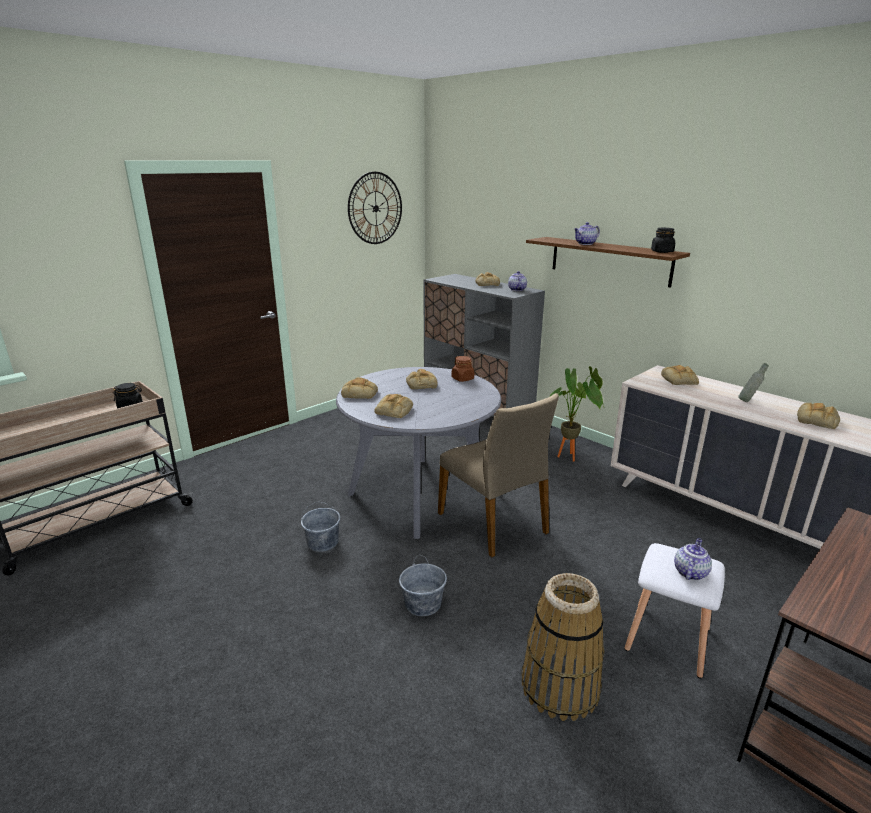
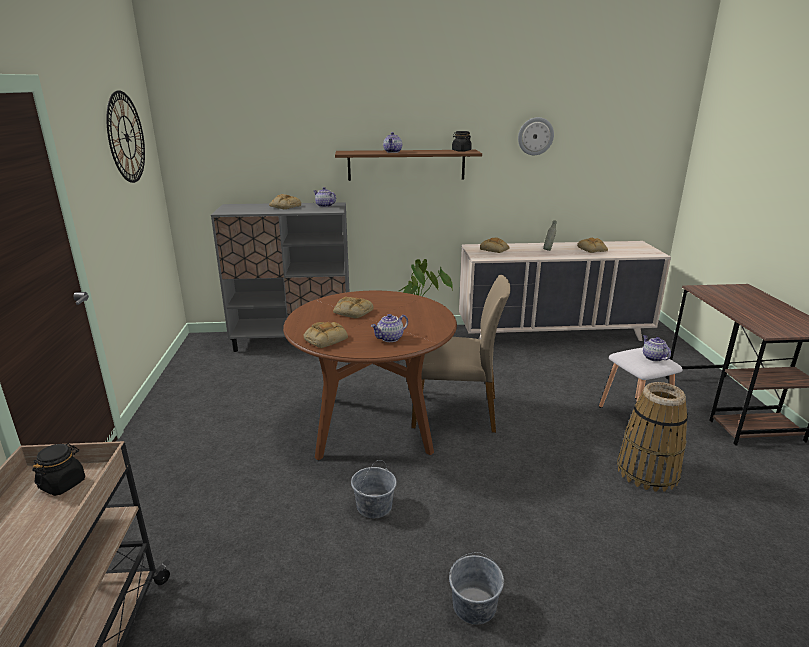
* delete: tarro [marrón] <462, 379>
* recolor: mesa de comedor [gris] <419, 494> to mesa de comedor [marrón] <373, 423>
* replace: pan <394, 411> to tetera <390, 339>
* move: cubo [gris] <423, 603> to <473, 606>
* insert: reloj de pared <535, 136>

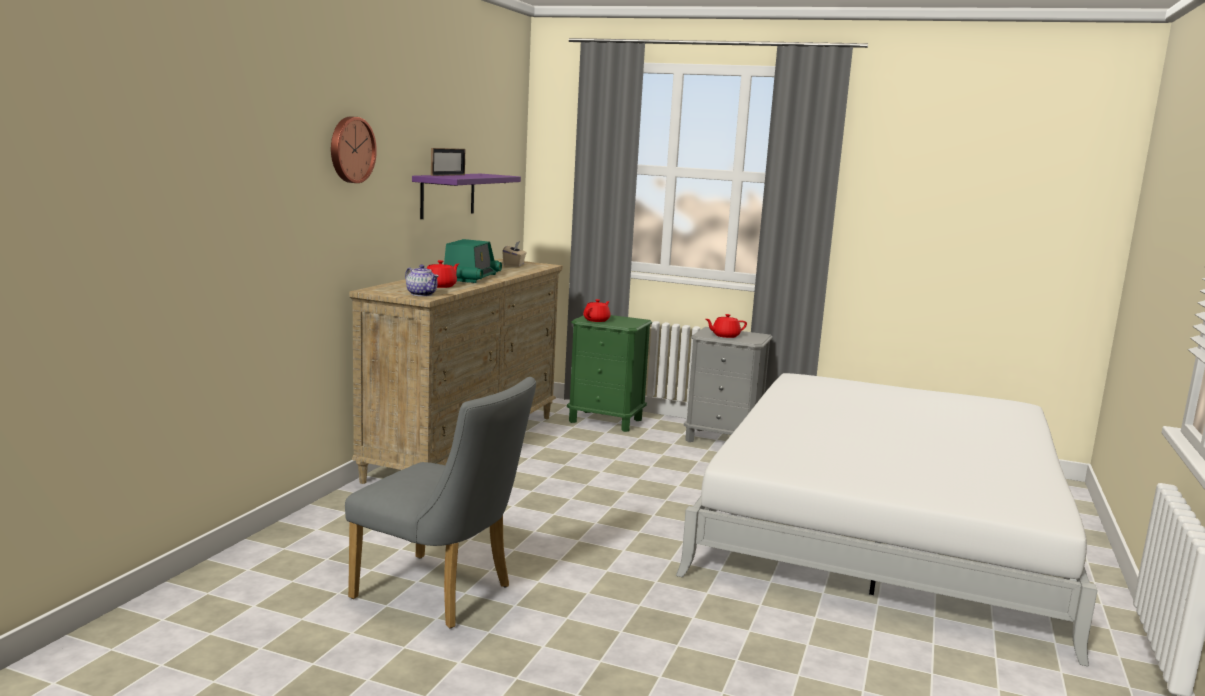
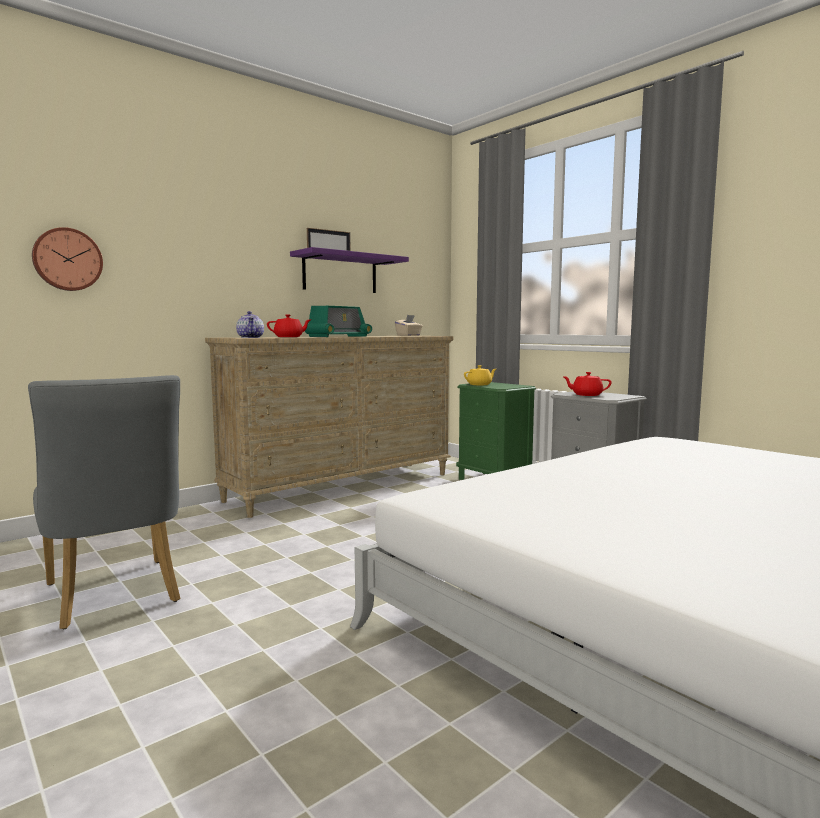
* move: reloj de pared <350, 149> to <67, 259>
* recolor: tetera [rojo] <597, 320> to tetera [amarillo] <480, 384>

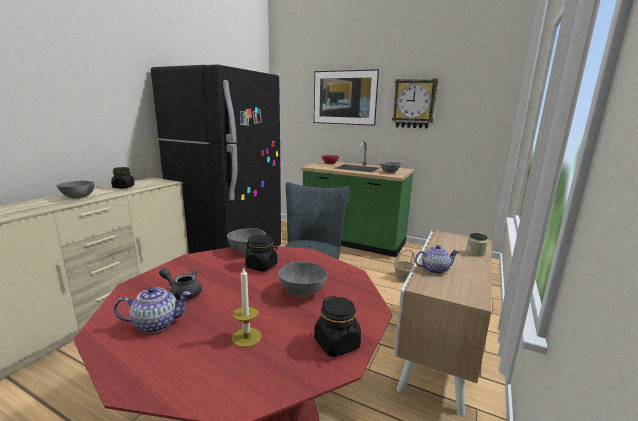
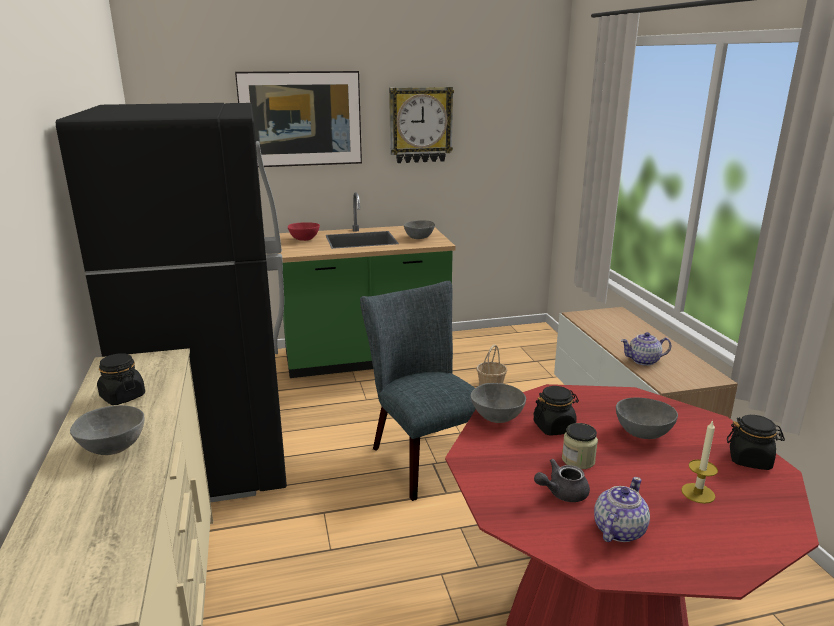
* move: tarro <475, 253> to <578, 460>
* rotate: tetera <434, 269> = <644, 361> 135 degrees counterclockwise

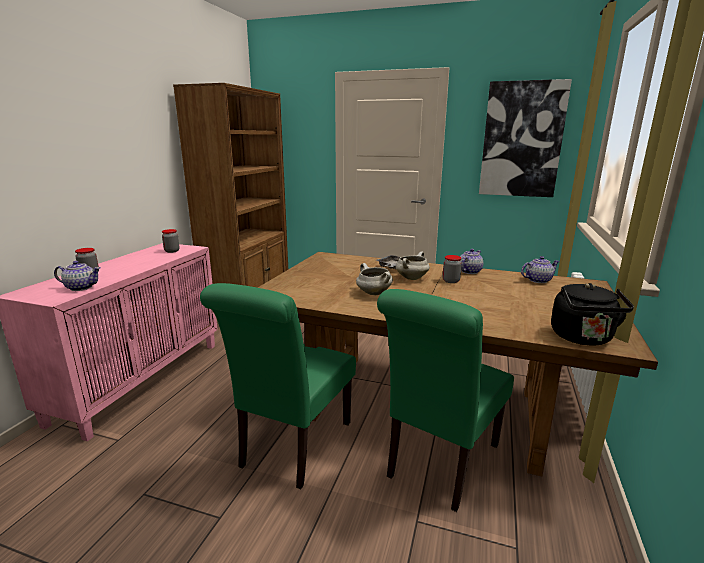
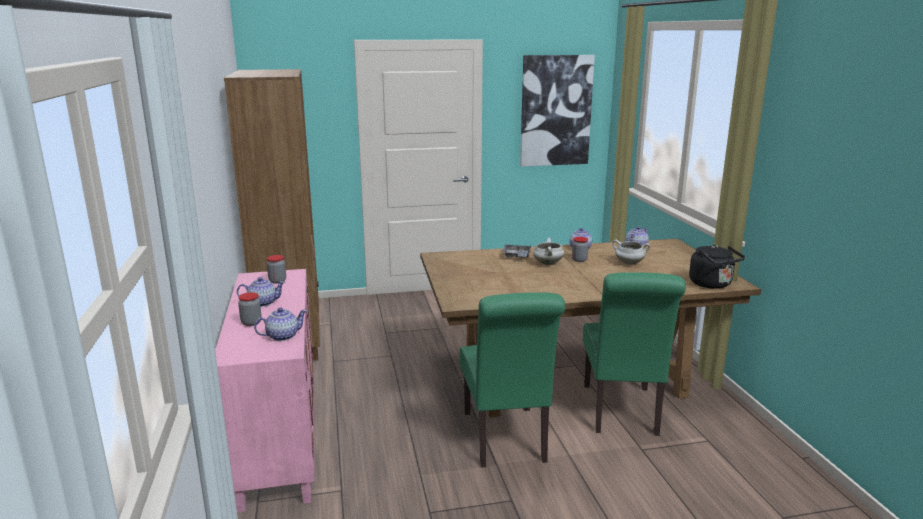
* move: olla [blanco] <373, 293> to <629, 263>
* insert: tetera <262, 303>

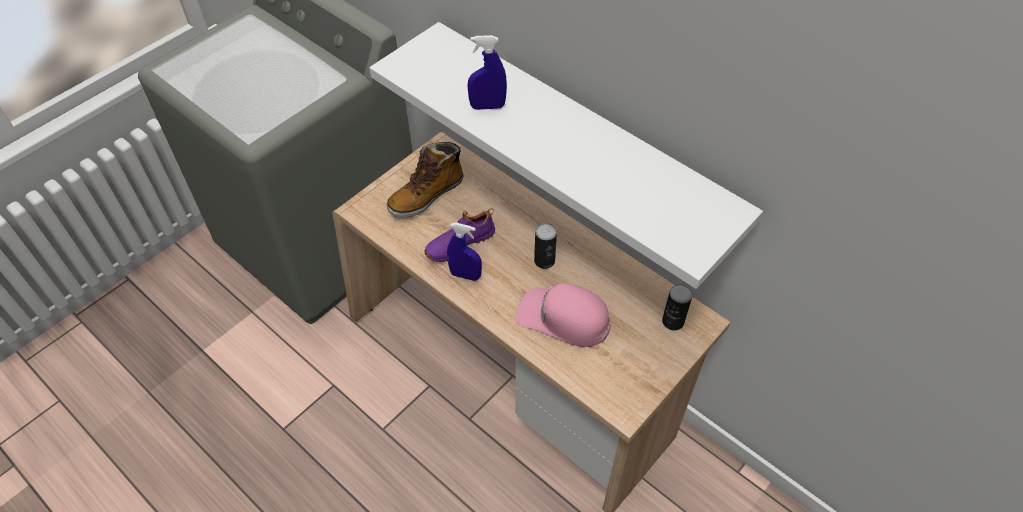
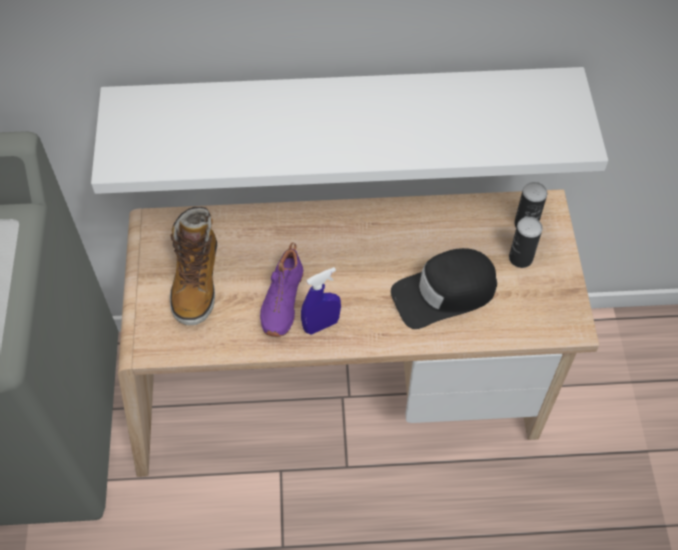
* delete: pulverizador [azul] <487, 106>
* move: lata <544, 260> to <520, 258>
* recolor: gorra [rosa] <563, 319> to gorra [negro] <444, 293>

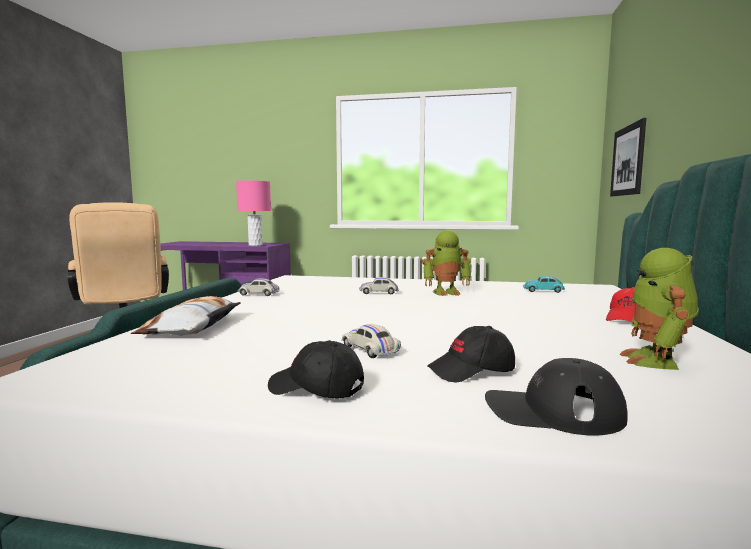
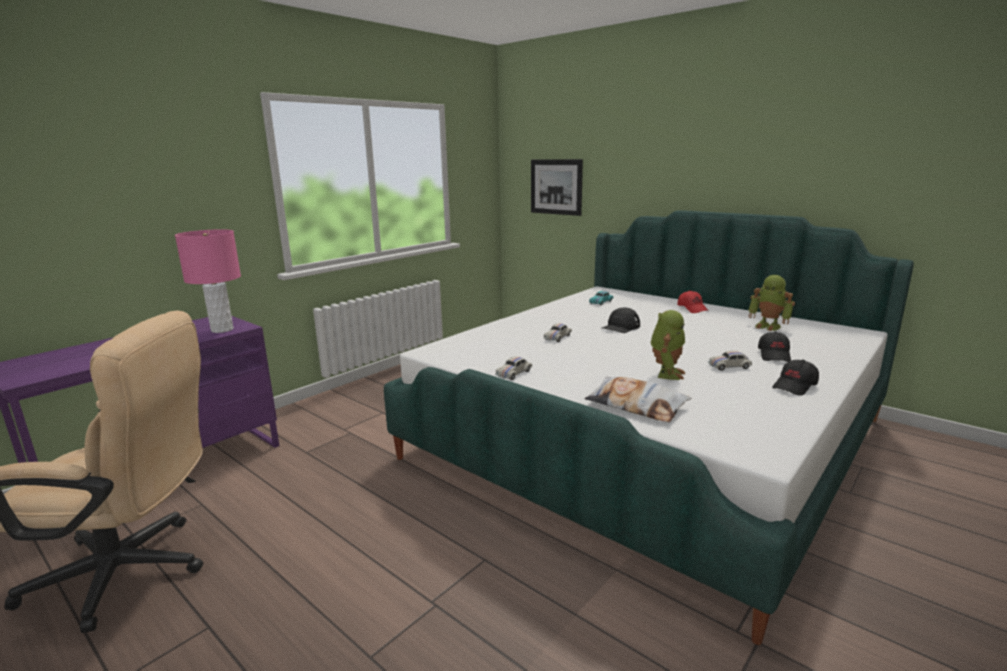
* move: robot de juguete <446, 292> to <666, 373>
* move: gorra [negro] <552, 411> to <620, 327>

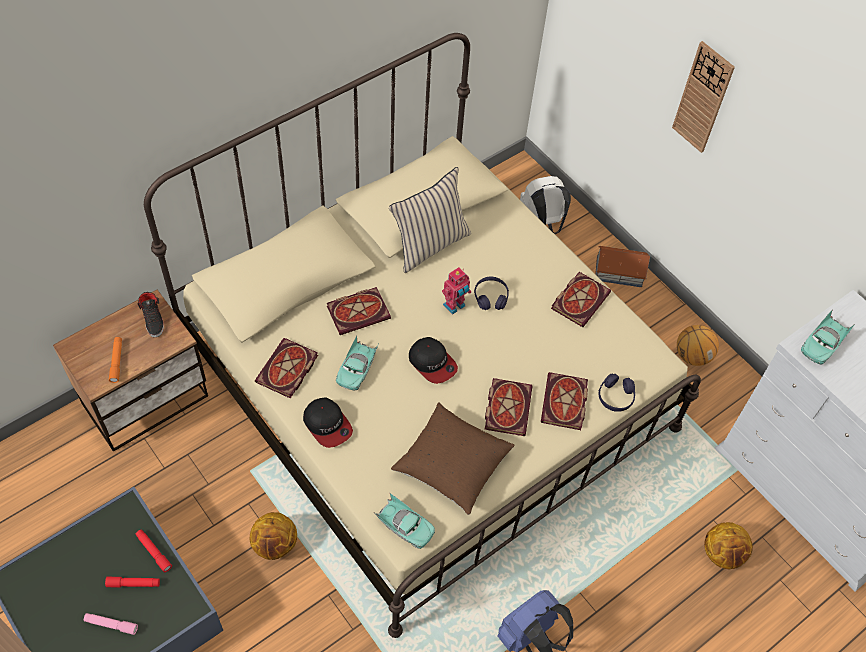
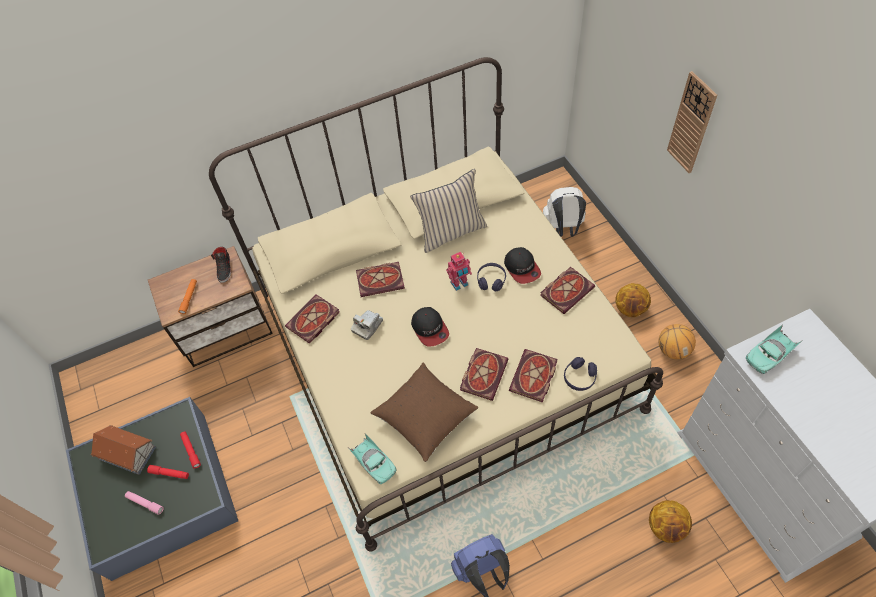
* move: casita <618, 271> to <127, 452>
* replace: coche de juguete [turquesa] <356, 369> to cámara <367, 326>
* move: gorra <327, 425> to <522, 268>
* move: balón de baloncesto <275, 545> to <630, 309>

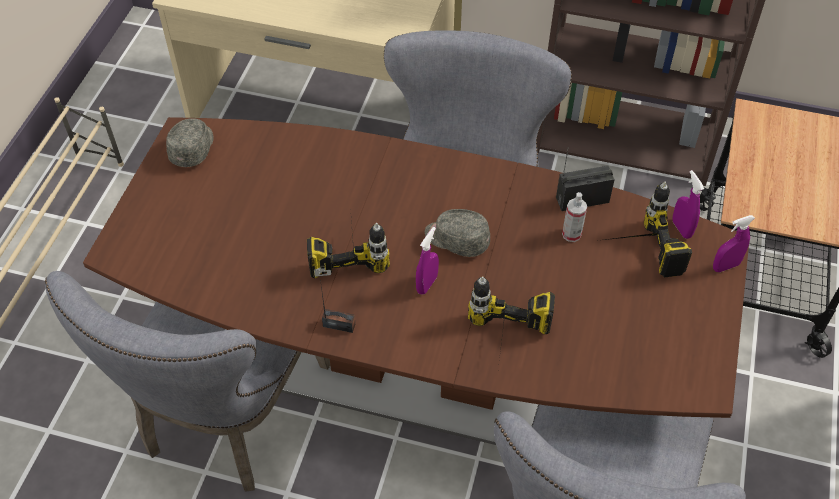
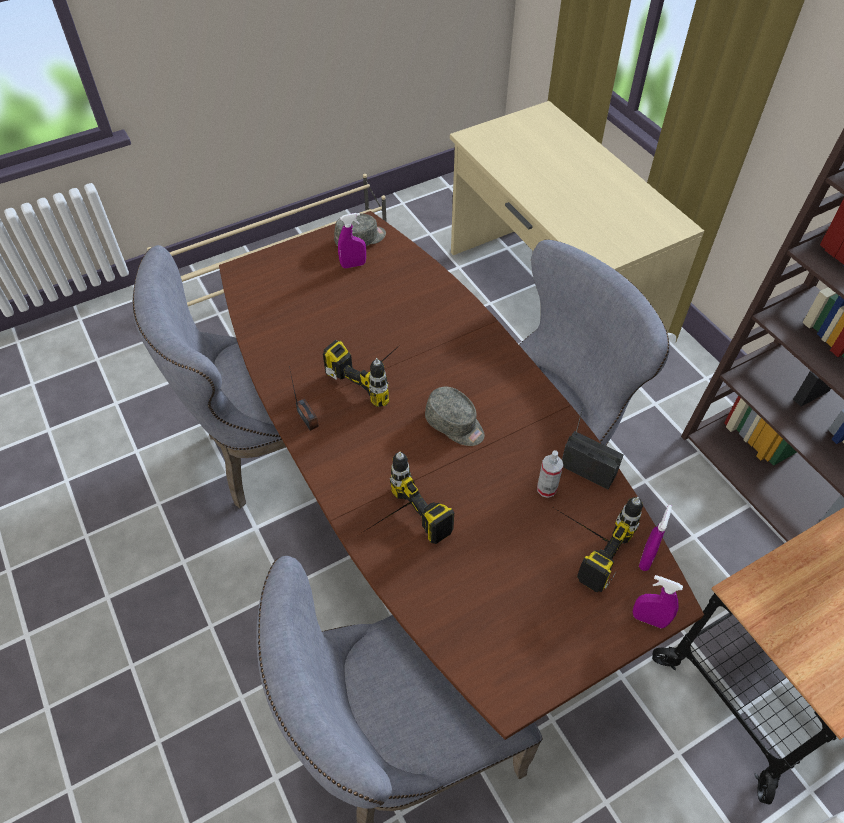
* rotate: gorra [gris] <456, 239> = <455, 424> 150 degrees clockwise
* move: pulverizador [morado] <427, 284> to <353, 265>

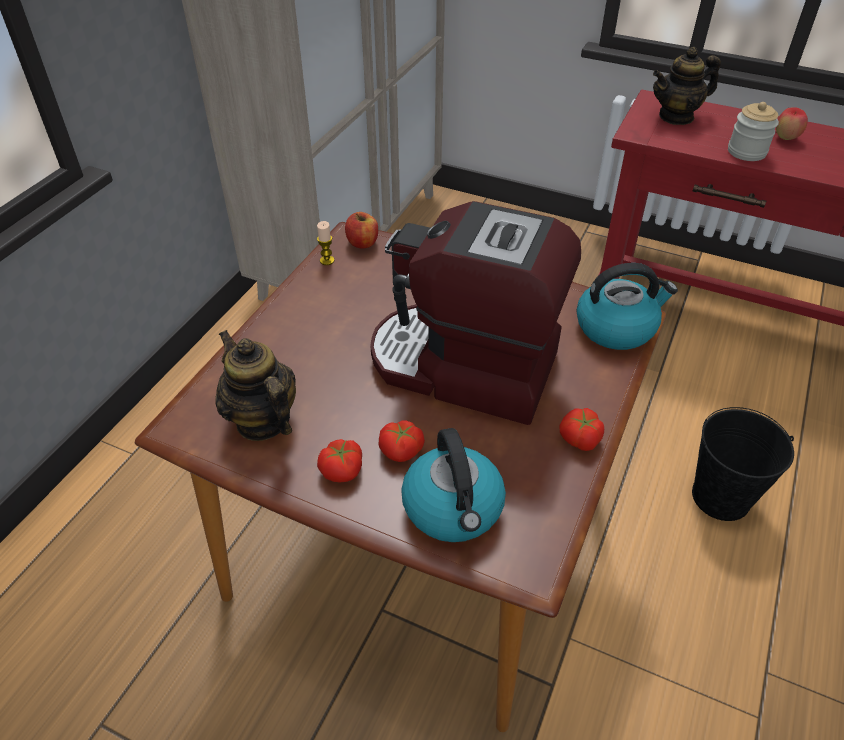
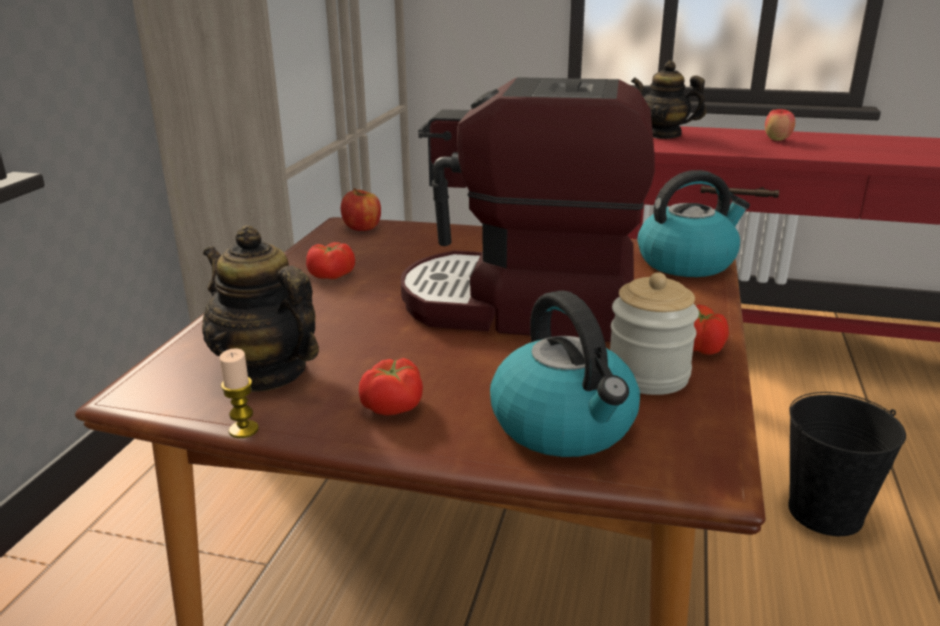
* rotate: tetera <676, 116> = <663, 135> 60 degrees clockwise
* move: tarro <746, 152> to <648, 375>
* move: vela <327, 260> to <243, 430>
* move: tomate <401, 450> to <332, 276>

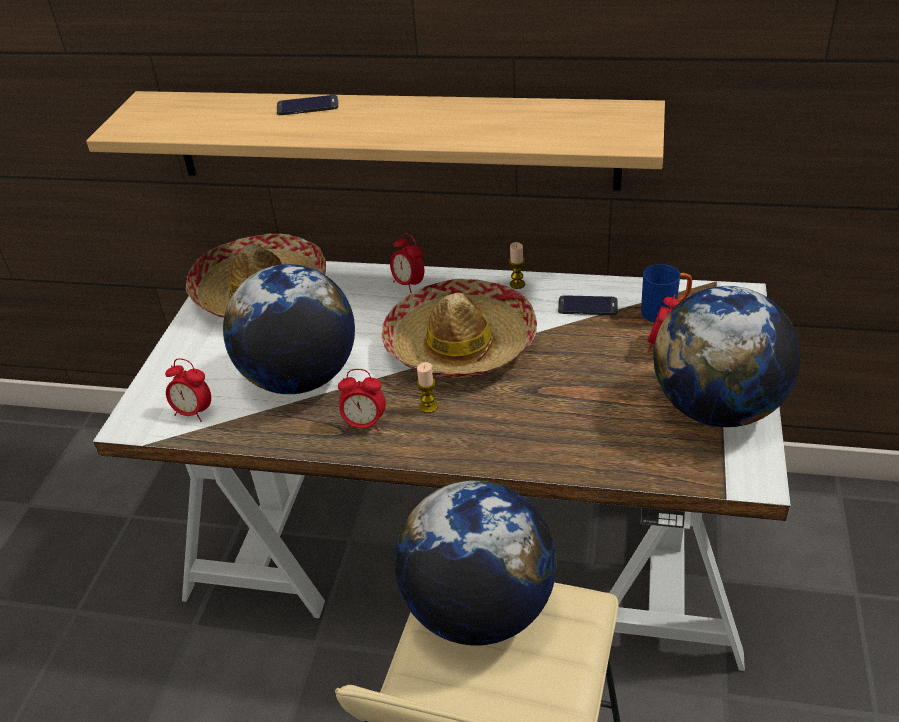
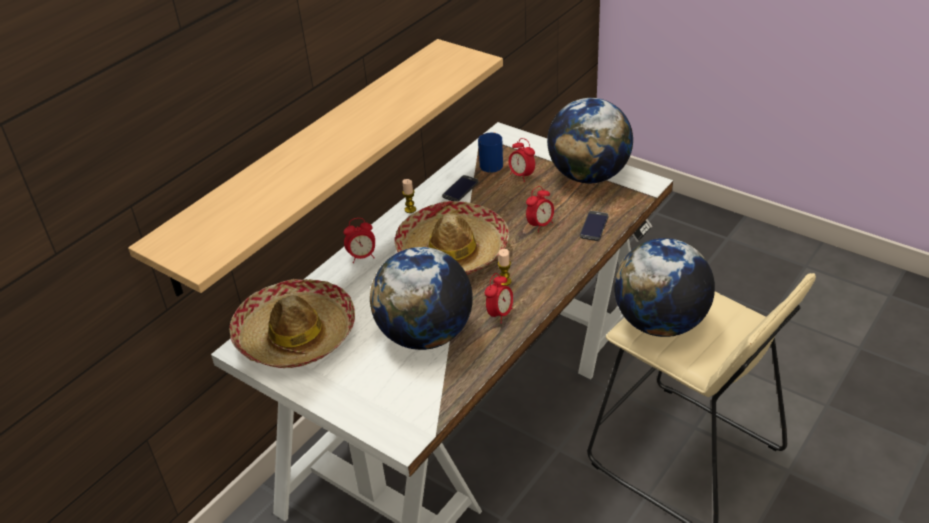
* move: móvil <307, 106> to <594, 226>
* move: despertador <194, 412> to <540, 225>

